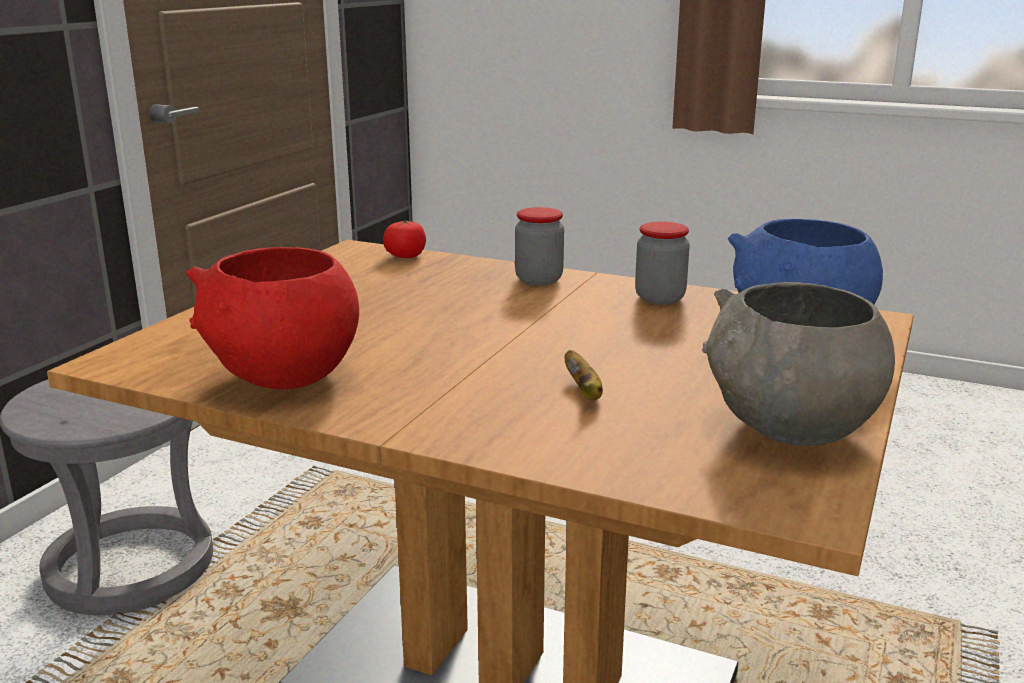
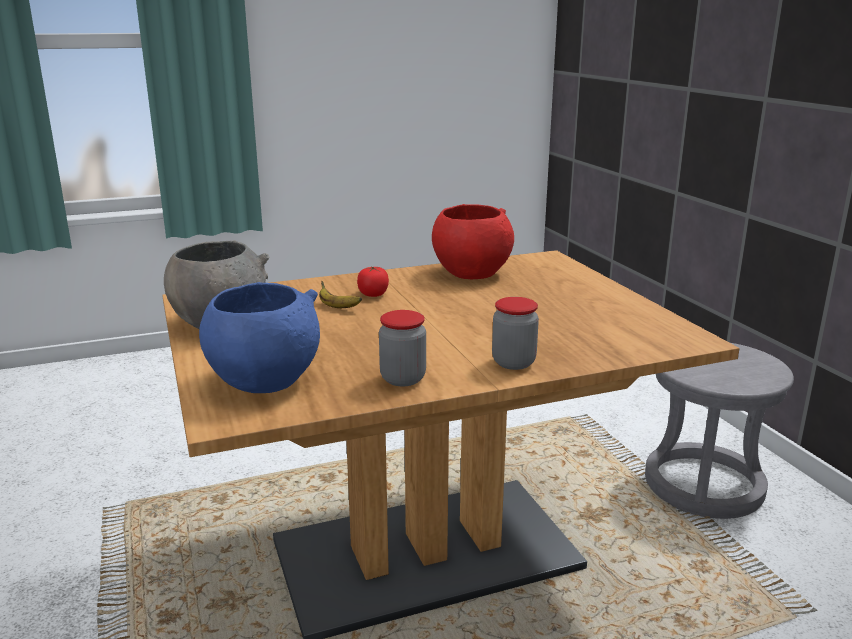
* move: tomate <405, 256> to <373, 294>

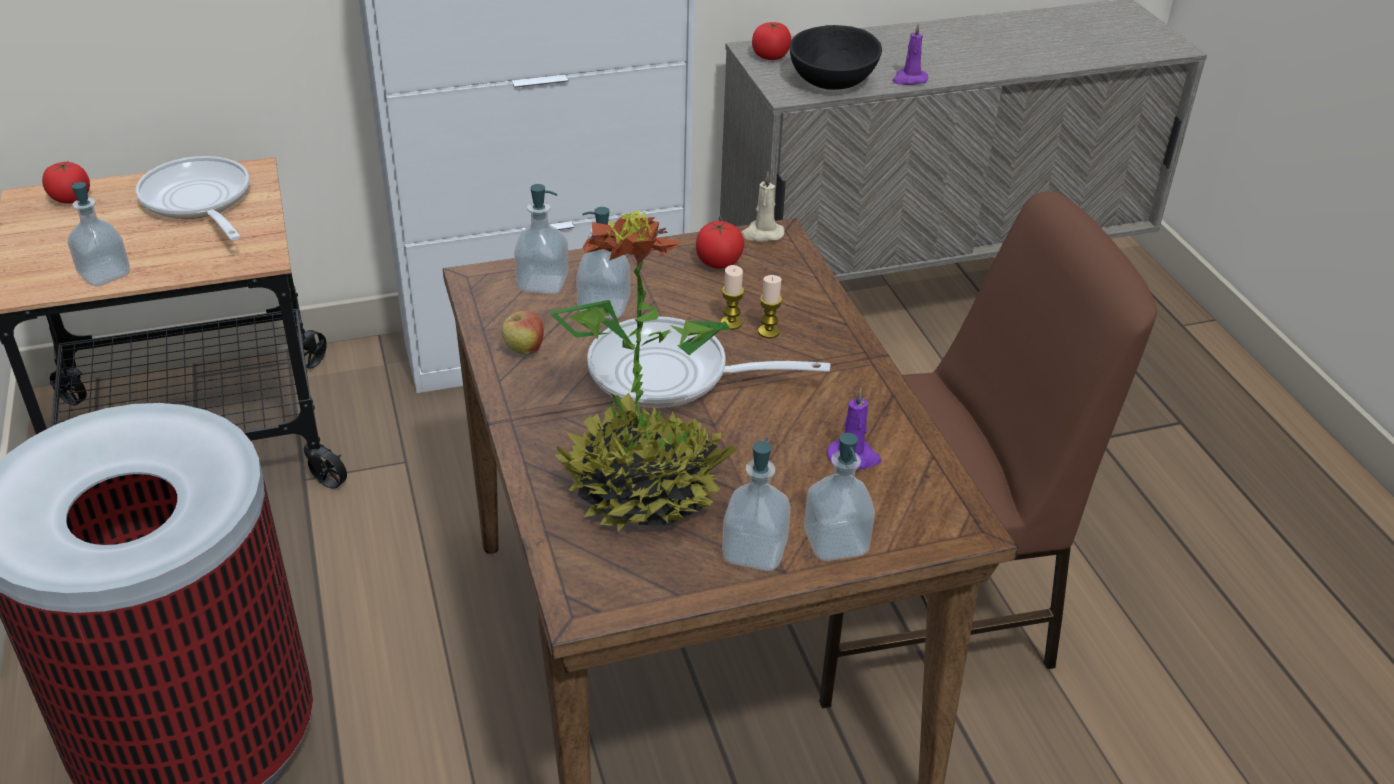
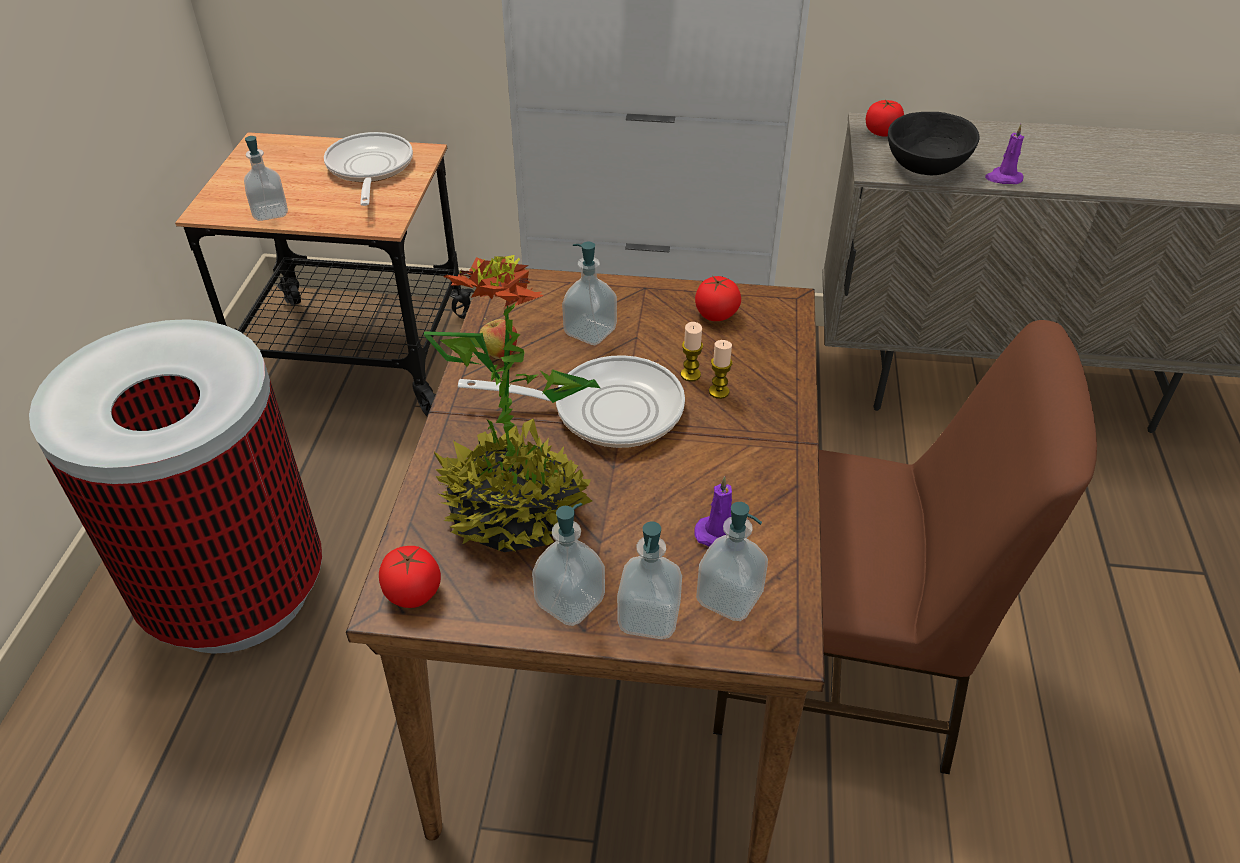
* move: tomate <71, 198> to <413, 592>
* delete: vela [beis] <762, 234>
* move: dispensador de jabón <543, 283> to <729, 597>
* rotate: sartén <671, 375> = <606, 409> 150 degrees clockwise

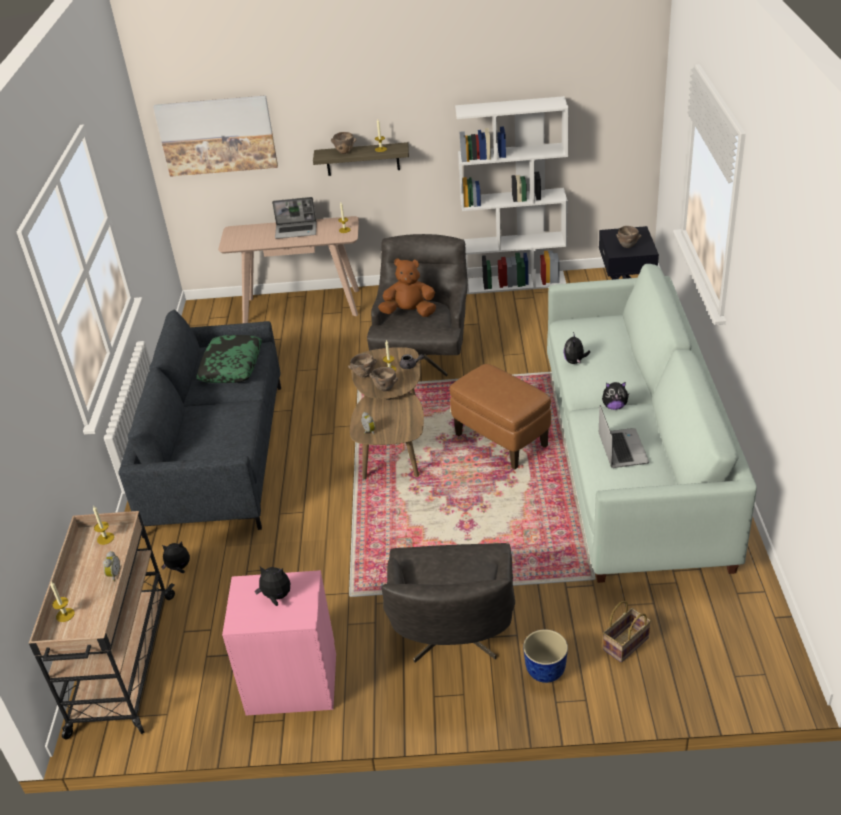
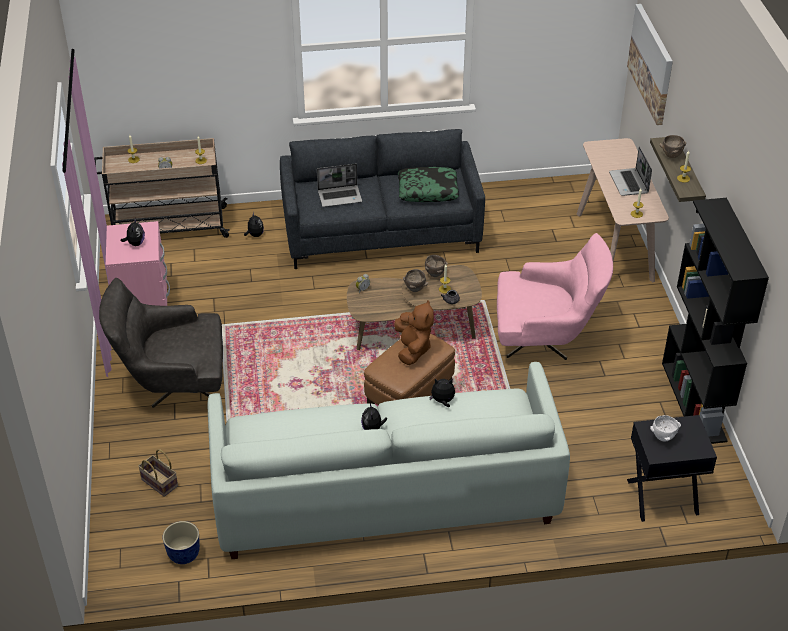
* recolor: estantería [blanco] <515, 282> to estantería [negro] <694, 402>
* recolor: cuenco [marrón] <627, 246> to cuenco [blanco] <662, 438>
* recolor: sillón [gris] <424, 352> to sillón [rosa] <546, 339>
* move: peluche [marrón] <409, 312> to <413, 349>
* move: portátil <621, 449> to <340, 196>
* move: maceta <546, 672> to <183, 555>

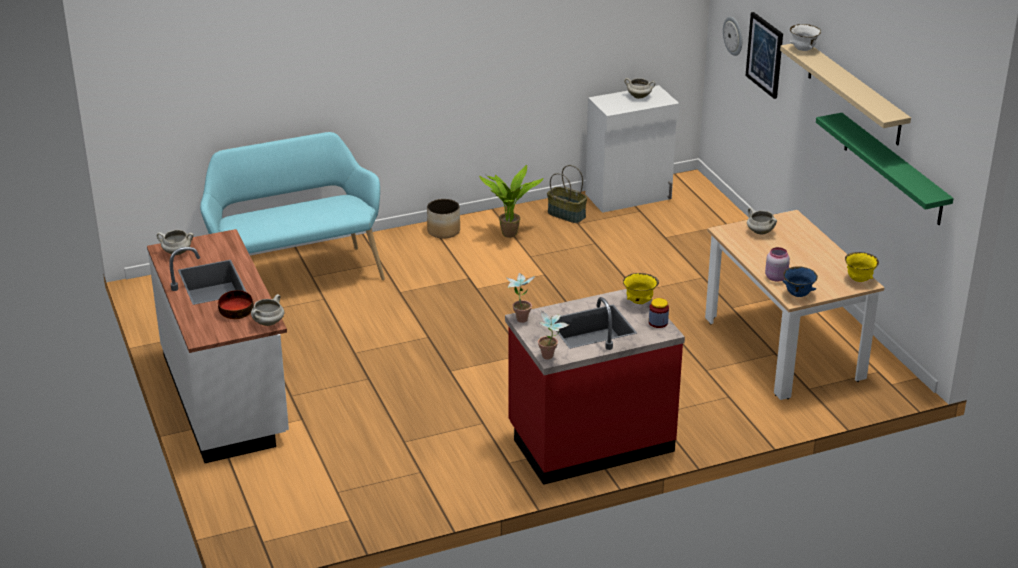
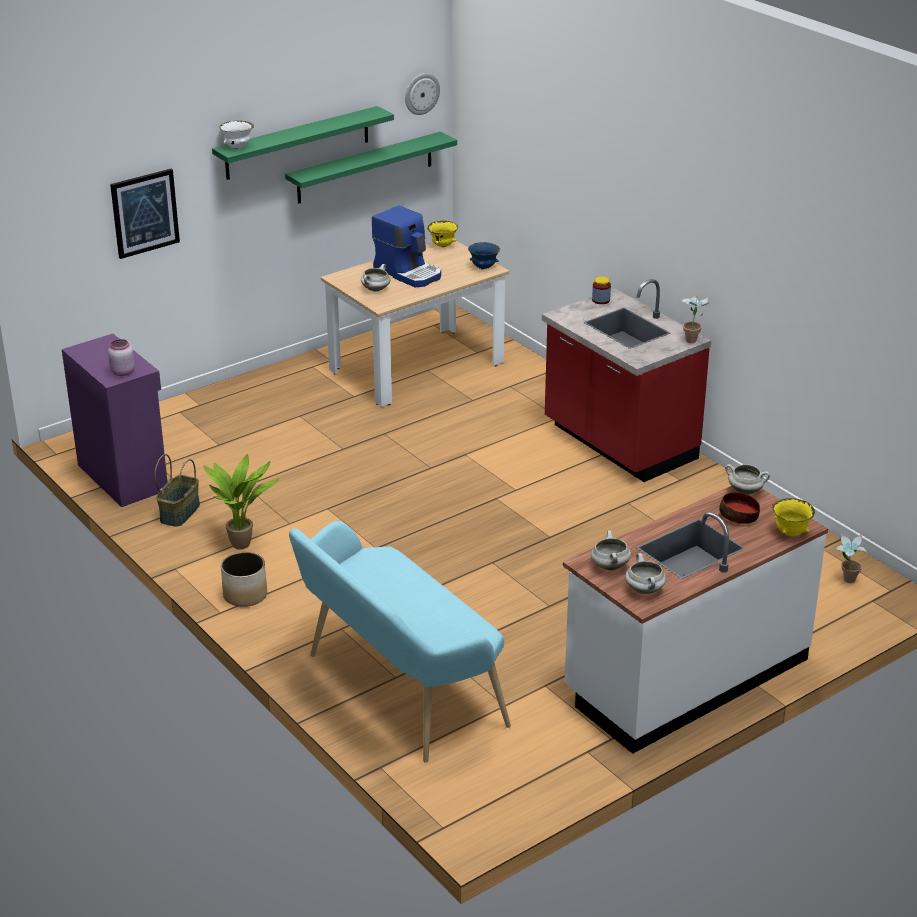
* move: reloj de pared <733, 35> to <421, 93>
* recolor: estante [beis] <854, 93> to estante [verde] <297, 143>
* move: olla [blanco] <639, 96> to <609, 566>
* recolor: armario [blanco] <629, 197> to armario [morado] <124, 476>
* move: tarro [rosa] <775, 277> to <122, 372>
* move: planta en maceta <520, 317> to <846, 581>
* move: cuenco [amarillo] <639, 302> to <790, 533>
* insert: cafetera <408, 272>

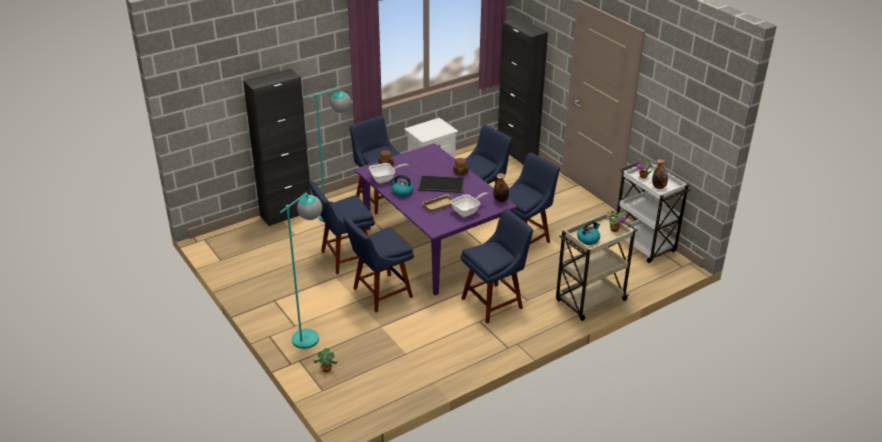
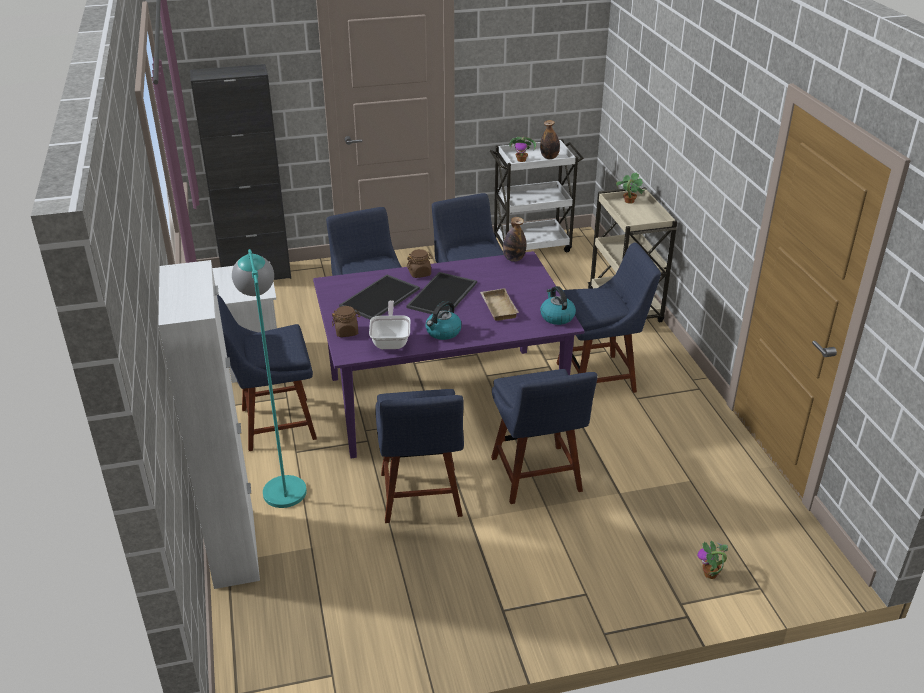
* recolor: armario [negro] <286, 214> to armario [blanco] <234, 549>
* delete: lámpara de pie [turquesa] <311, 334>
* delete: sartén <467, 211>
* rotate: silla [azul] <494, 302> = <600, 376> 90 degrees clockwise
* move: hervidor <588, 239> to <556, 317>
* insert: bandeja <380, 298>

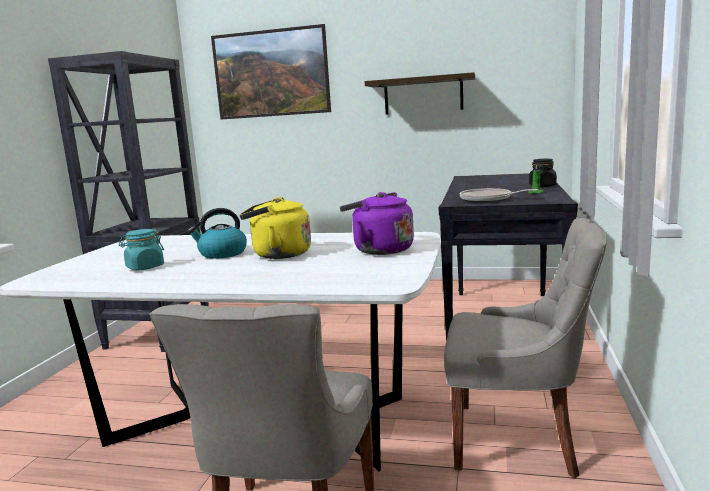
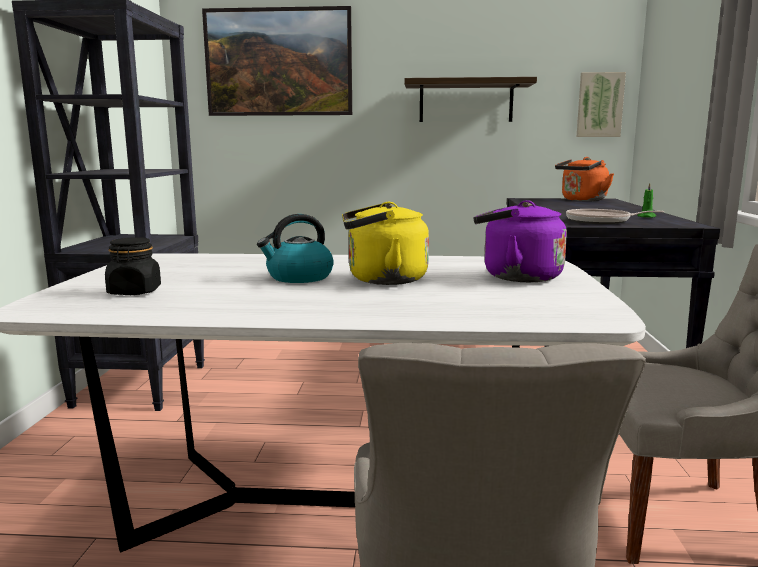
* move: tarro [negro] <542, 186> to <134, 292>
* delete: tarro [turquesa] <145, 267>
* insert: cuadro <599, 105>
* insert: hervidor [naranja] <582, 200>

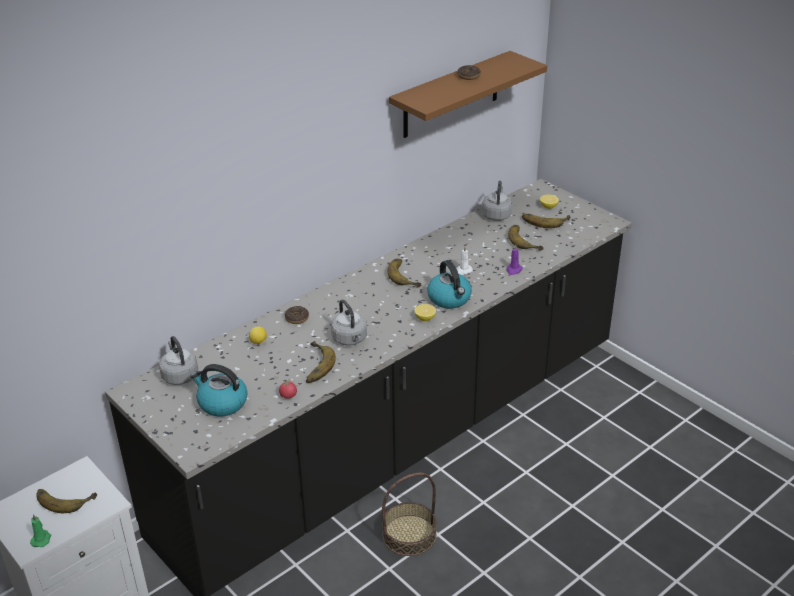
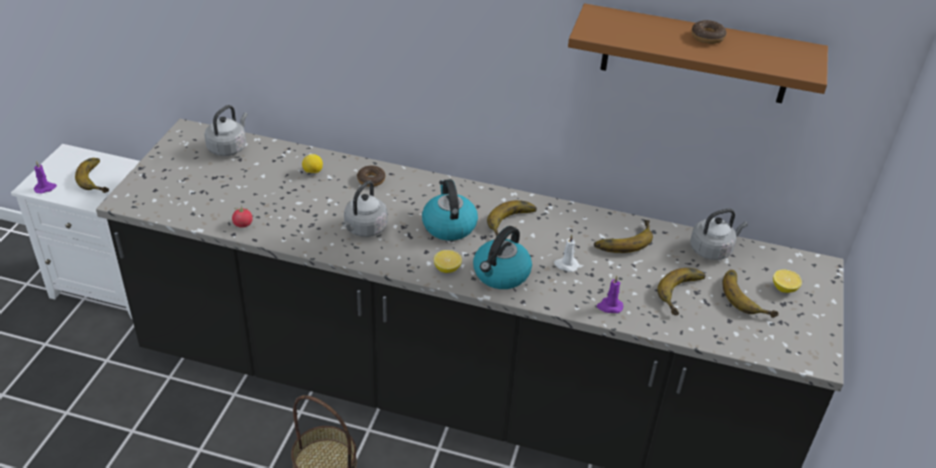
* move: plátano <313, 366> to <622, 239>
* move: hervidor <222, 403> to <448, 225>
* recolor: vela [verde] <41, 539> to vela [morado] <45, 188>

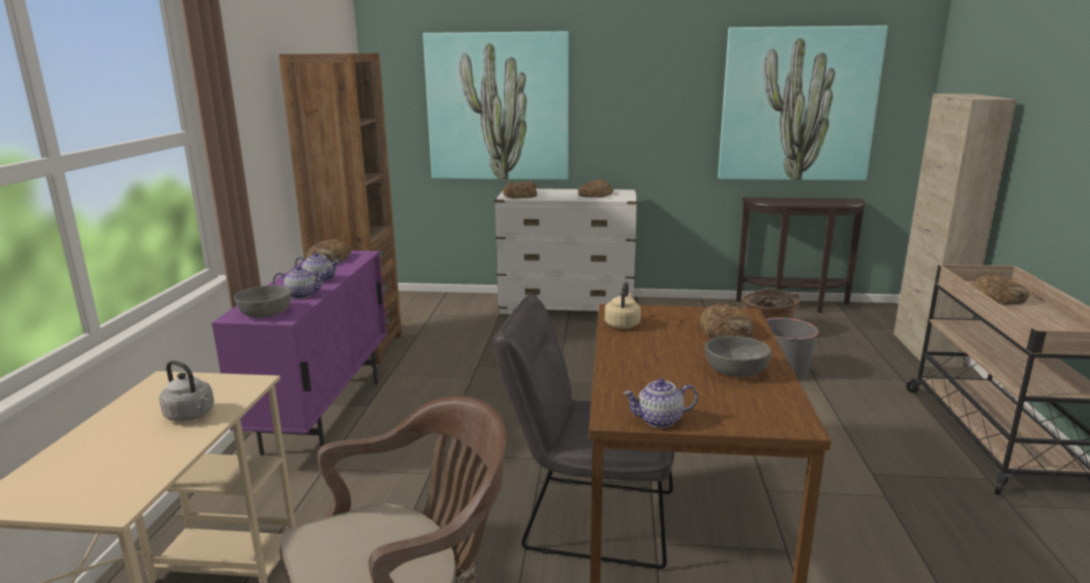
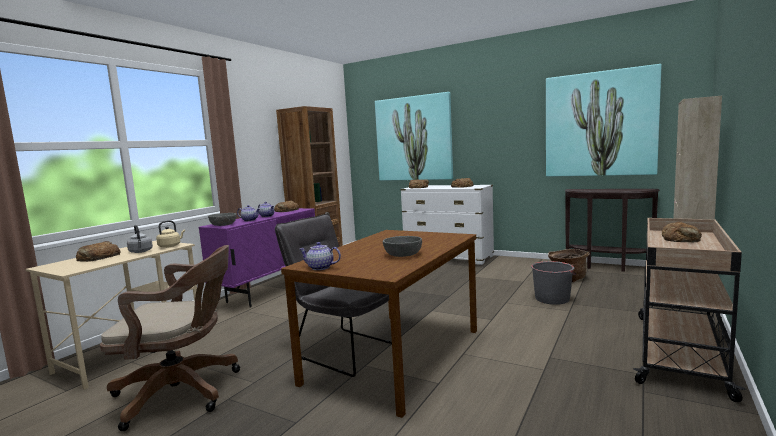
* move: hervidor [beis] <622, 324> to <170, 246>
* move: pan <726, 330> to <98, 257>

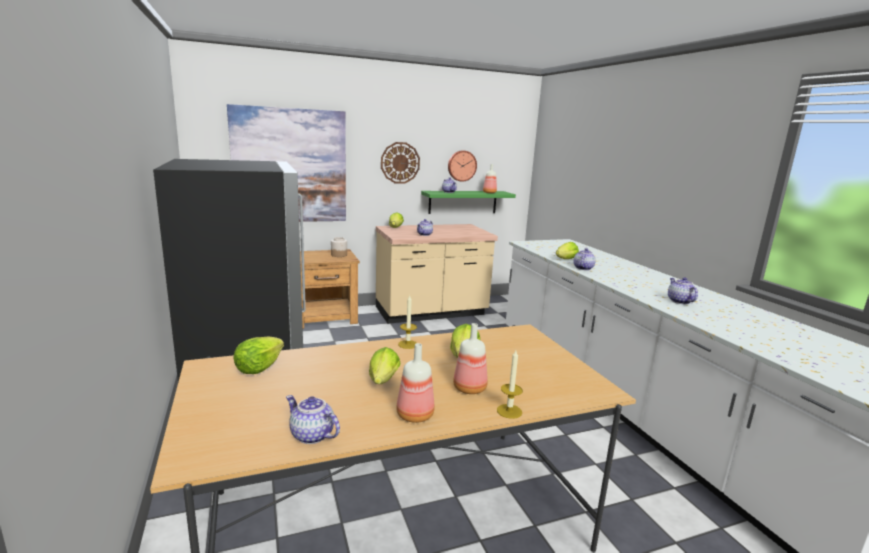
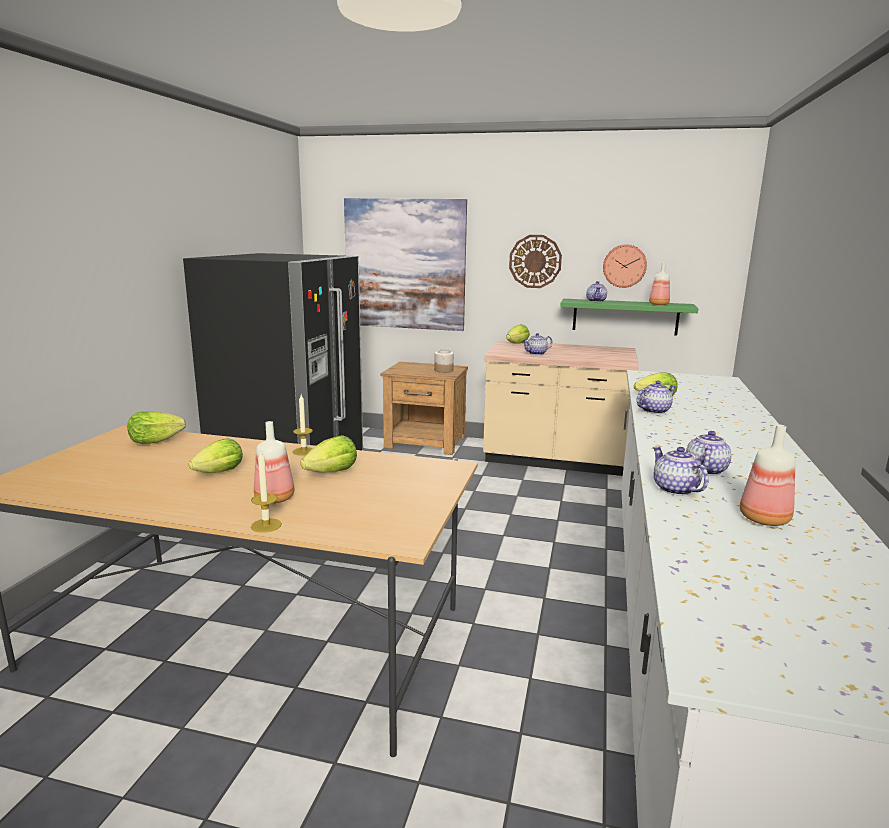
* move: botella <413, 415> to <762, 518>
* move: tetera <311, 435> to <674, 489>

